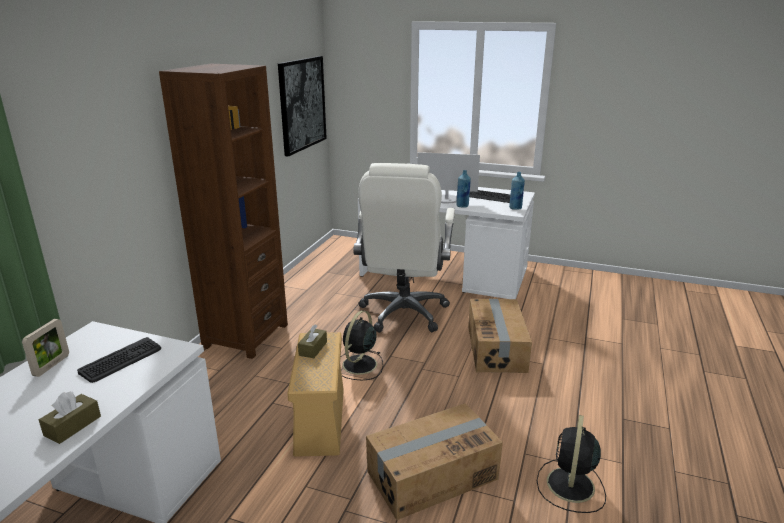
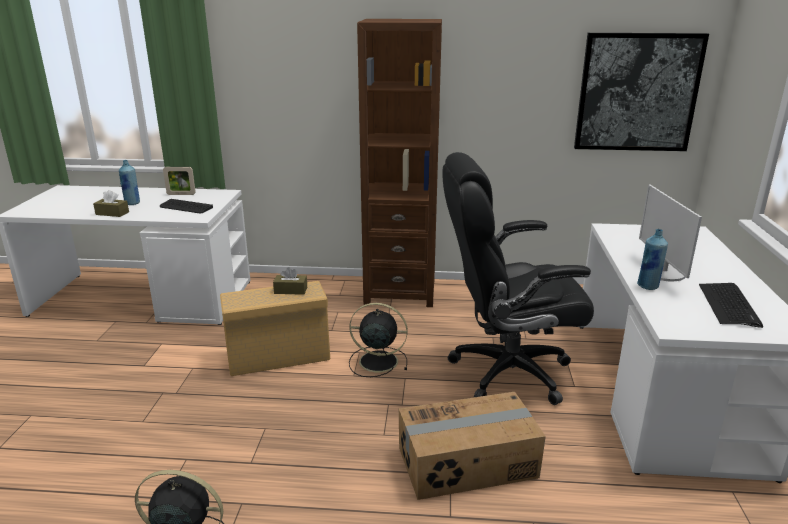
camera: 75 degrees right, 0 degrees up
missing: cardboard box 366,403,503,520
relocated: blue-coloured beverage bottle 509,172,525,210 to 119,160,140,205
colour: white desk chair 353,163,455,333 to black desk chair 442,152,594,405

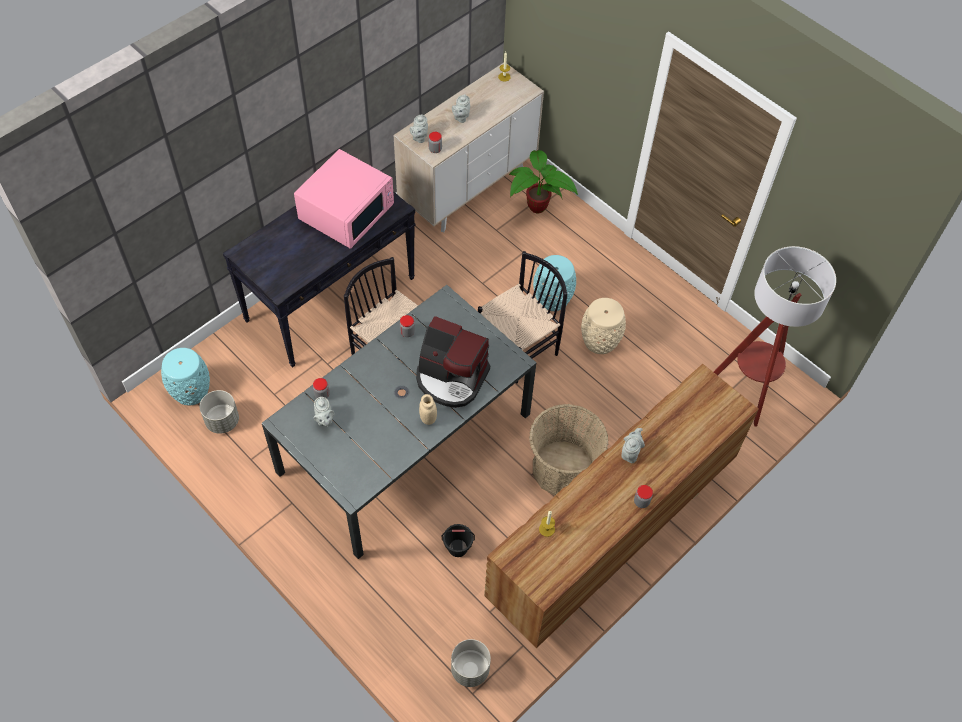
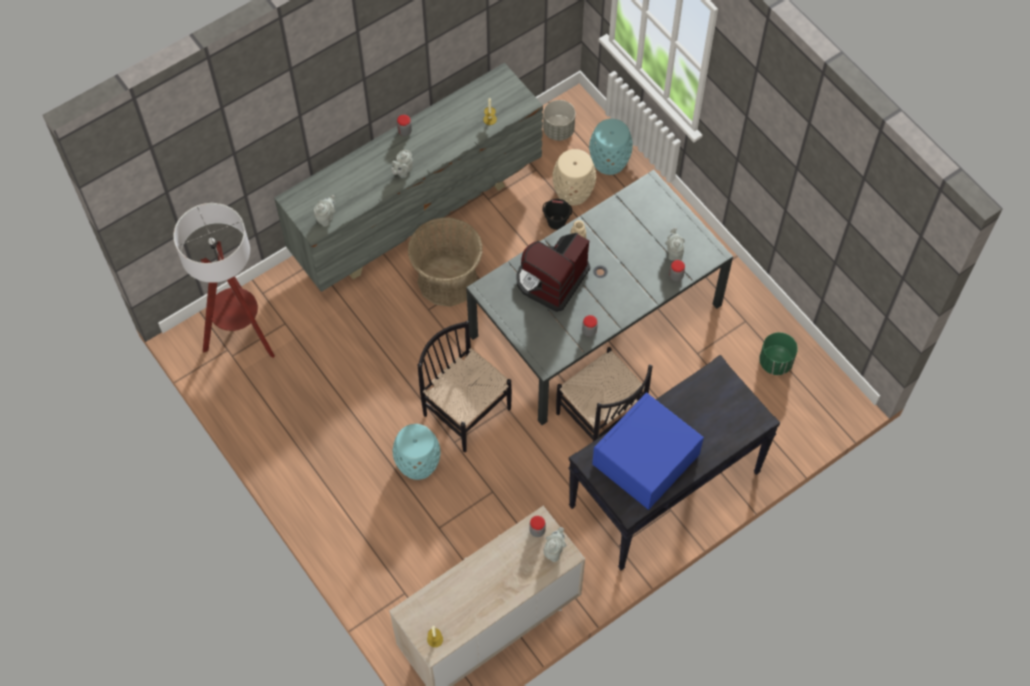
camera: 170 degrees left, 5 degrees up
missing: houseplant 509,150,578,213
relocated: turquoise stool seat 161,348,210,406 to 589,119,633,175; greyish teapot 452,94,470,123 to 314,195,335,227; sand-coloured stool seat 581,298,626,354 to 553,149,596,205
colour: greyish planter 200,390,239,434 to greenish planter 759,332,798,375; pink-coloured microwave oven 294,149,394,249 to blue-coloured microwave oven 592,392,704,510; brownish storage cabinet 484,364,759,648 to greyish storage cabinet 274,63,543,292
spun: coffee maker 416,316,490,408 = 516,233,590,312 90 degrees counterclockwise; black plain chair 478,251,568,383 = 418,321,512,452 75 degrees clockwise

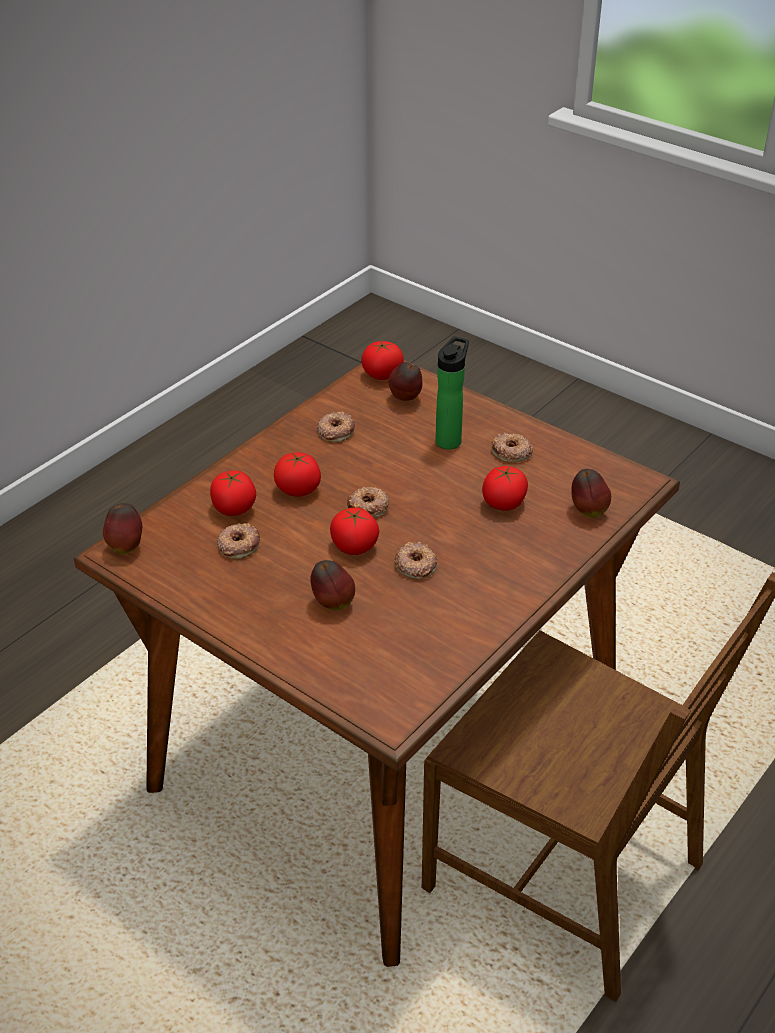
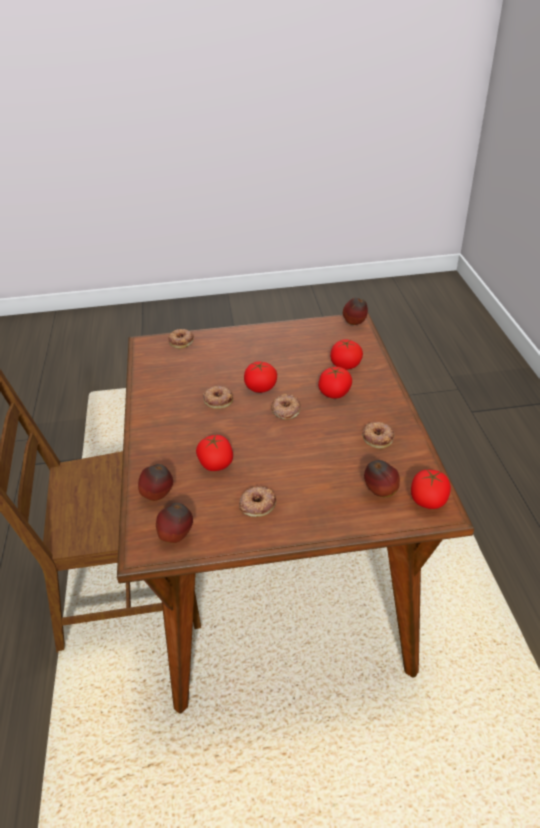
camera: 135 degrees right, 0 degrees up
missing: beverage bottle 435,336,469,449
relocated: donut 217,523,260,559 to 168,329,194,349; whole apple 310,560,355,610 to 156,503,193,543

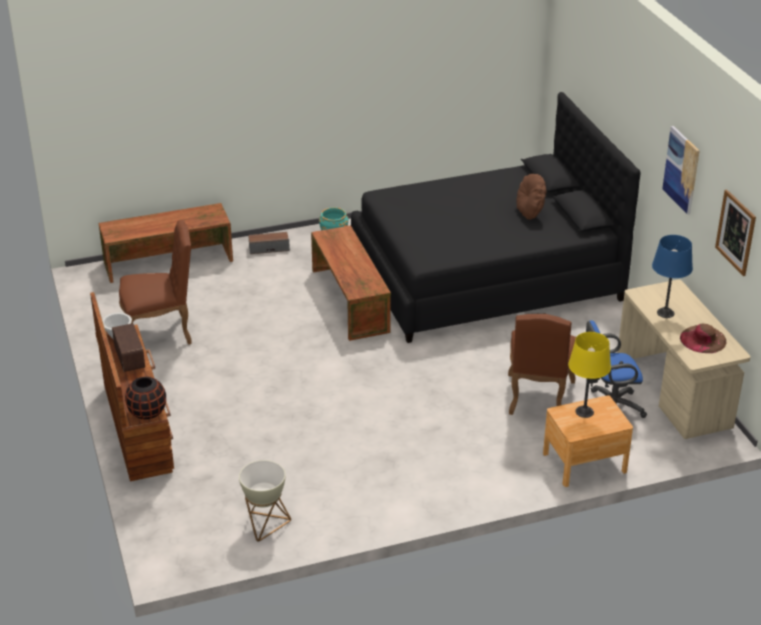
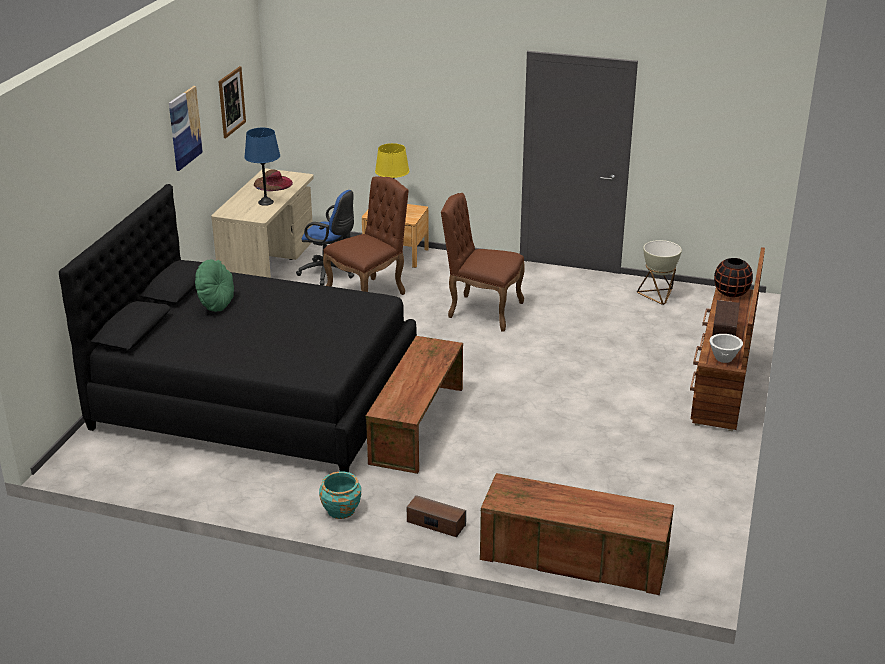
camera: 145 degrees left, 5 degrees down
relocated: brownish plain chair 119,220,192,345 to 441,193,525,332
colour: brownish throw pillow 516,174,546,220 to greenish throw pillow 195,260,234,312

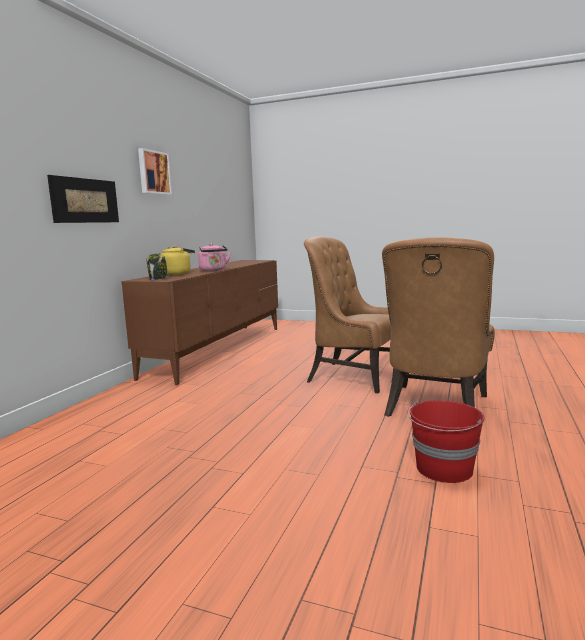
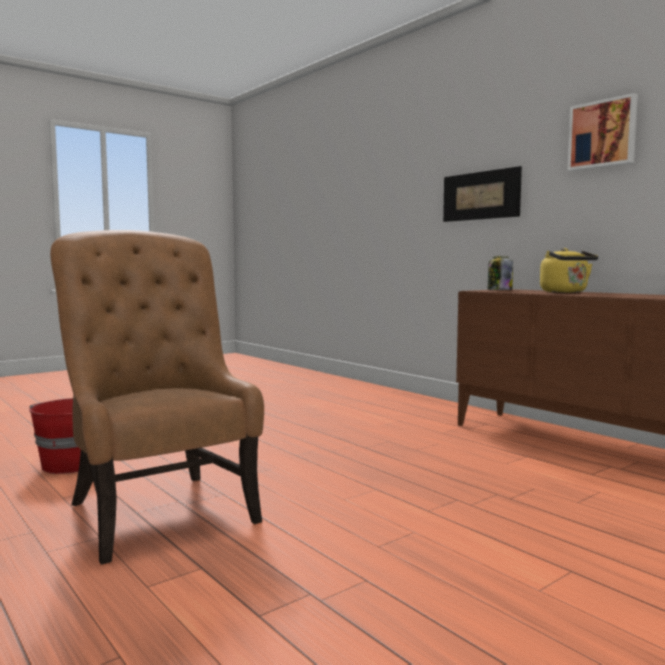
camera: 120 degrees right, 5 degrees down
missing: pink-coloured tea kettle 198,244,231,271; brownish plain chair 304,236,392,393

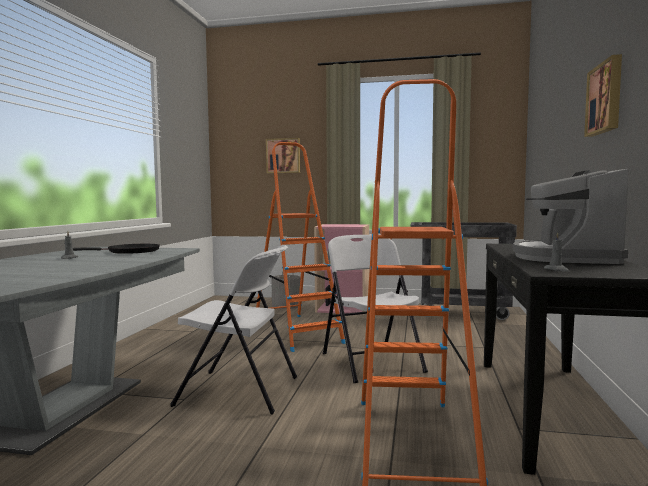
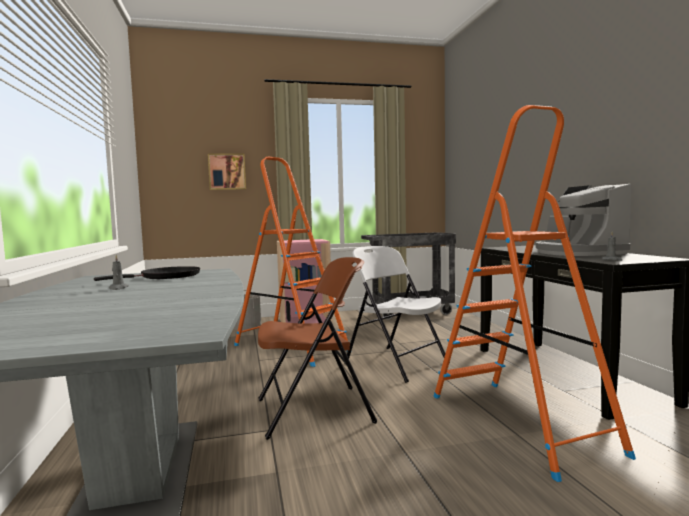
camera: 25 degrees left, 0 degrees up
missing: wall art 584,54,622,137
colour: white plain chair 170,245,297,415 to brownish plain chair 258,257,377,440

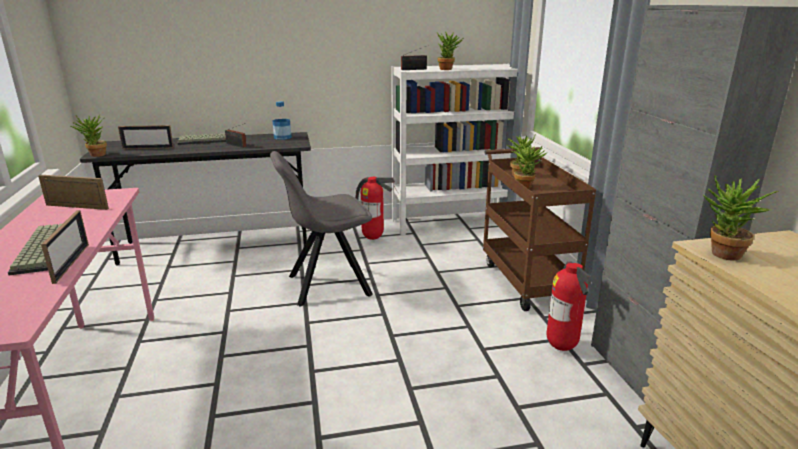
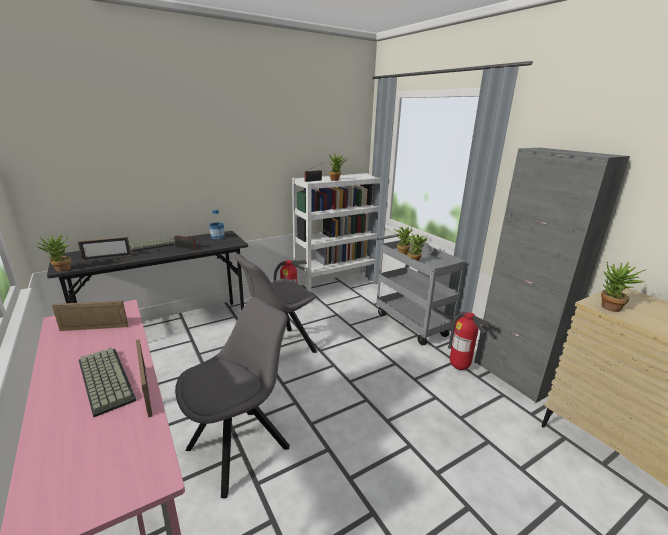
camera: 20 degrees left, 0 degrees up
appeared: greyish plain chair 175,297,290,498
colour: brownish cart 483,147,596,311 to greyish cart 376,234,466,345

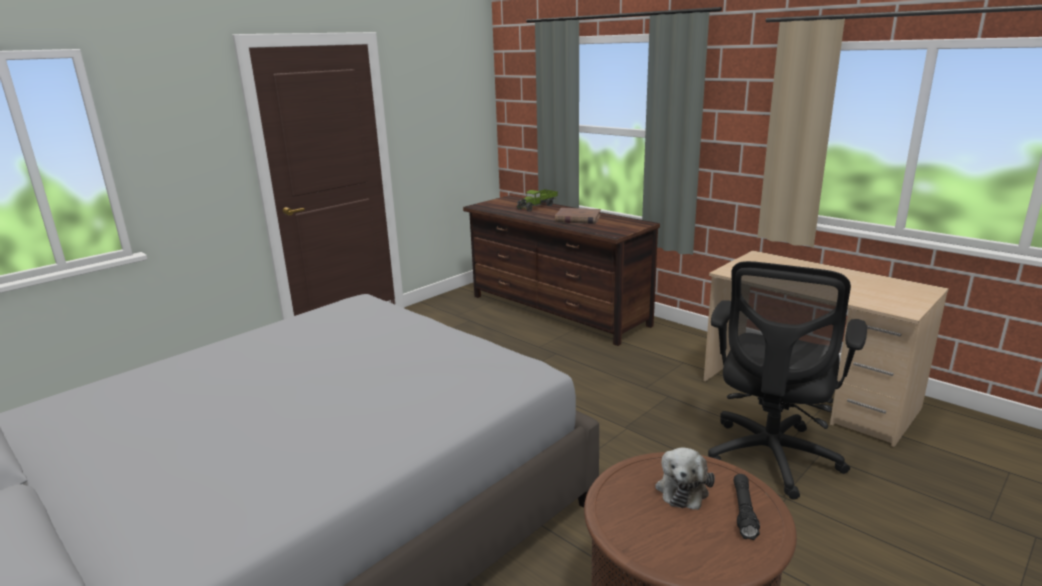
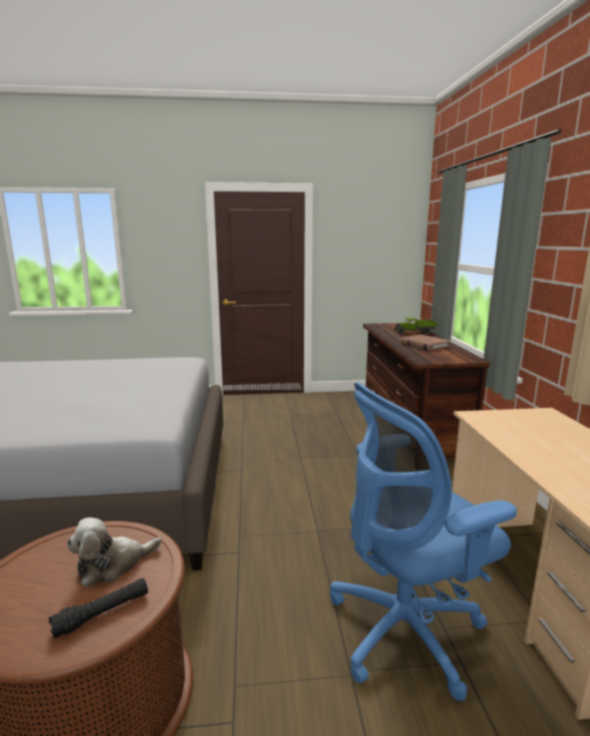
camera: 40 degrees right, 5 degrees down
colour: black desk chair 708,261,867,499 to blue-coloured desk chair 330,382,517,701

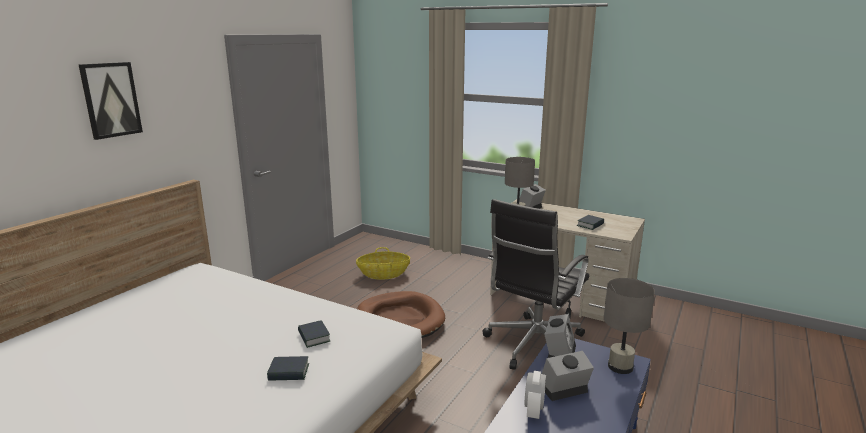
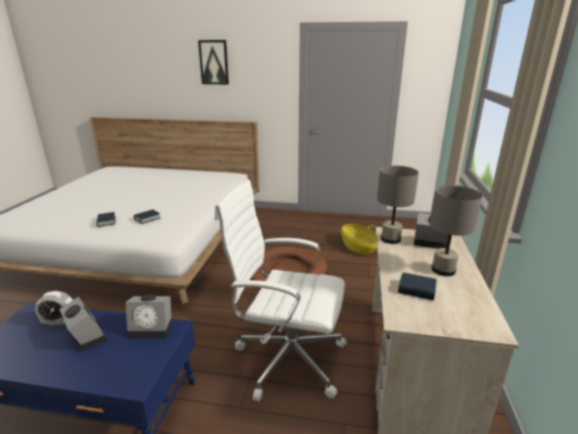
camera: 70 degrees right, 5 degrees up
relocated: greyish table lamp 604,278,655,374 to 430,185,483,276
colour: black desk chair 482,199,589,370 to white desk chair 215,180,347,401

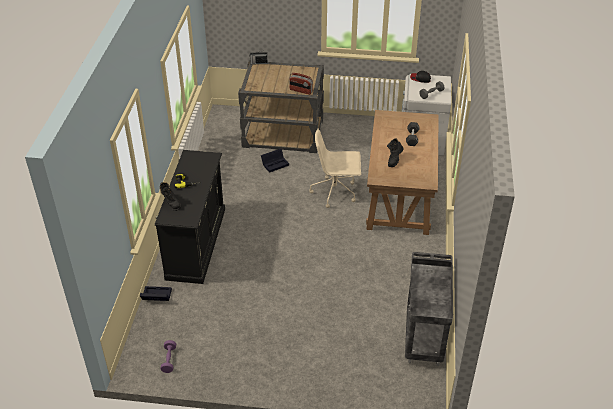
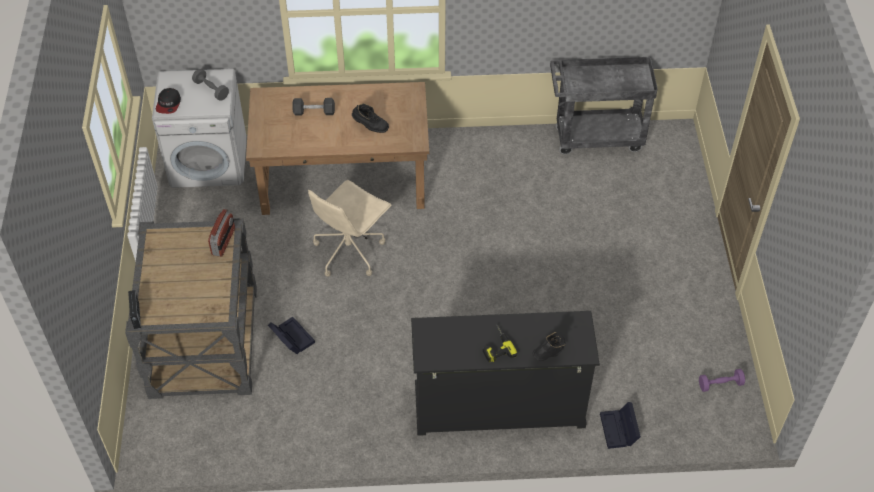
camera: 100 degrees left, 10 degrees up
spun: sand-coloured desk chair 309,129,361,208 = 308,180,391,277 45 degrees clockwise

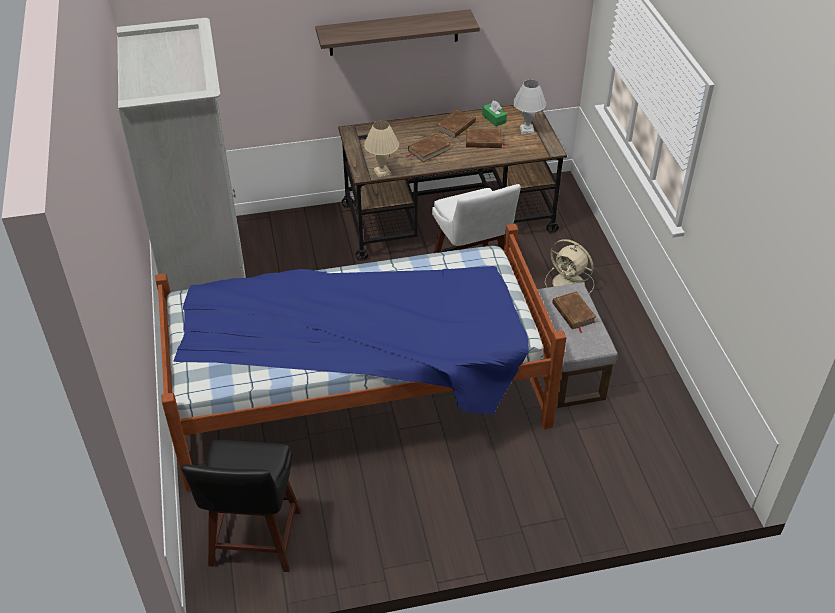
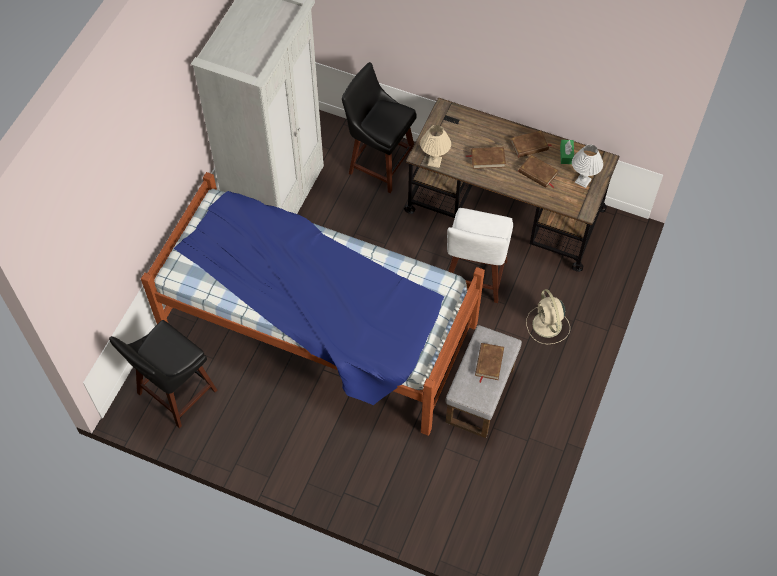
camera: 35 degrees right, 15 degrees up
missing: wall shelf 315,9,480,56
appeared: black plain chair 342,62,417,193

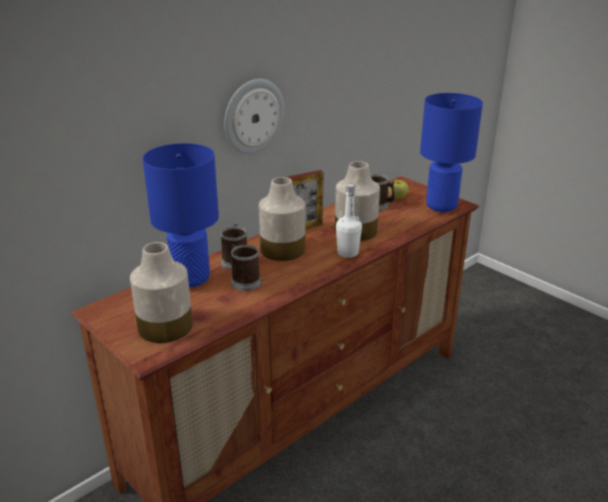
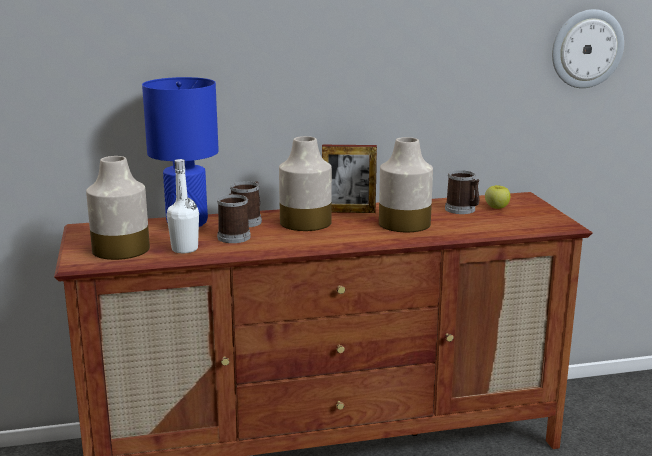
camera: 30 degrees right, 10 degrees down
missing: blue-coloured table lamp 420,93,483,212
relocated: clock on the wall 224,79,284,154 to 552,9,624,88; white beverage bottle 336,184,362,258 to 166,159,199,253

